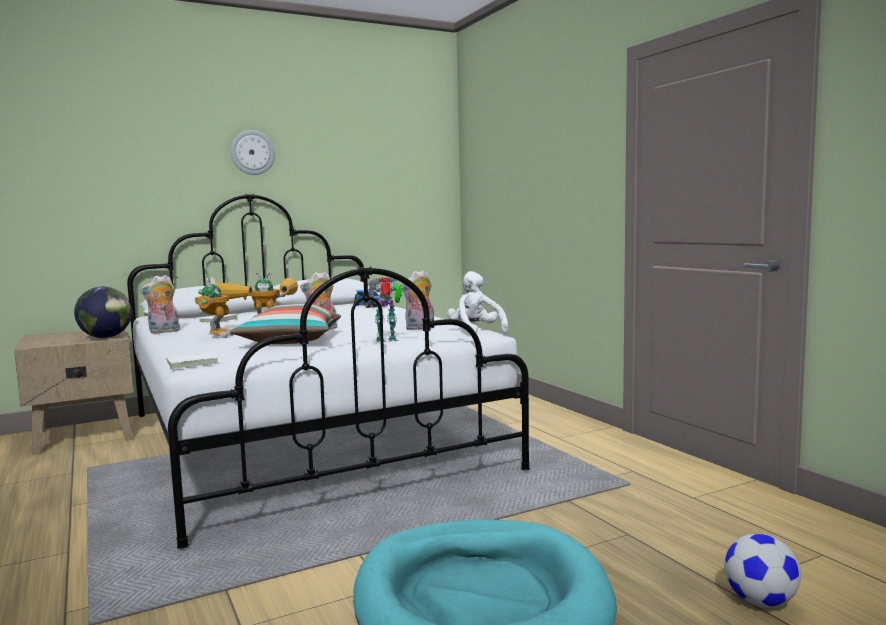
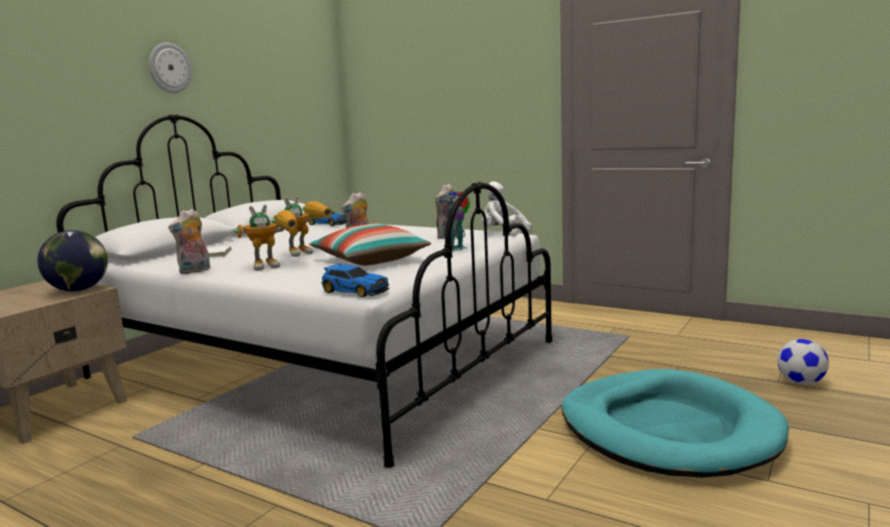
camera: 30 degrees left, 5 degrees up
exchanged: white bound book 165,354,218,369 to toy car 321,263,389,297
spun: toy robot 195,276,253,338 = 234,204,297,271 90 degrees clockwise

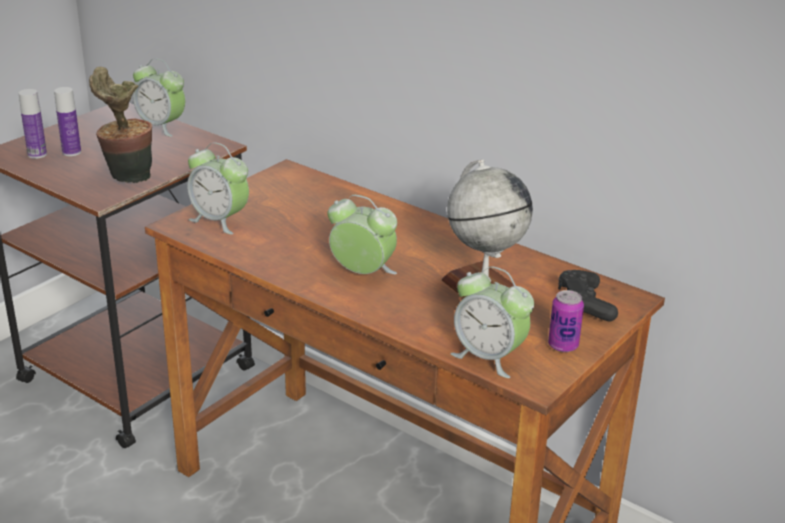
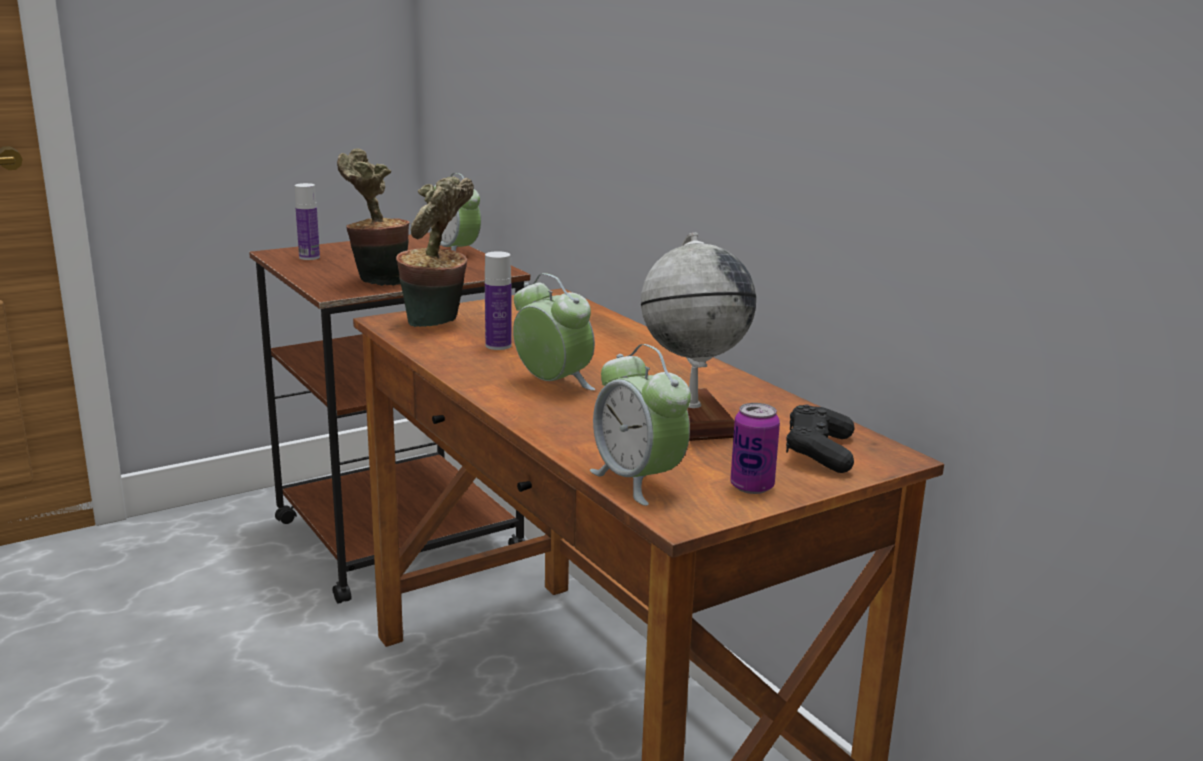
camera: 20 degrees right, 10 degrees down
relocated: beverage bottle 54,87,81,156 to 485,251,512,350
exchanged: bedside clock 187,142,249,235 to houseplant 396,176,474,327

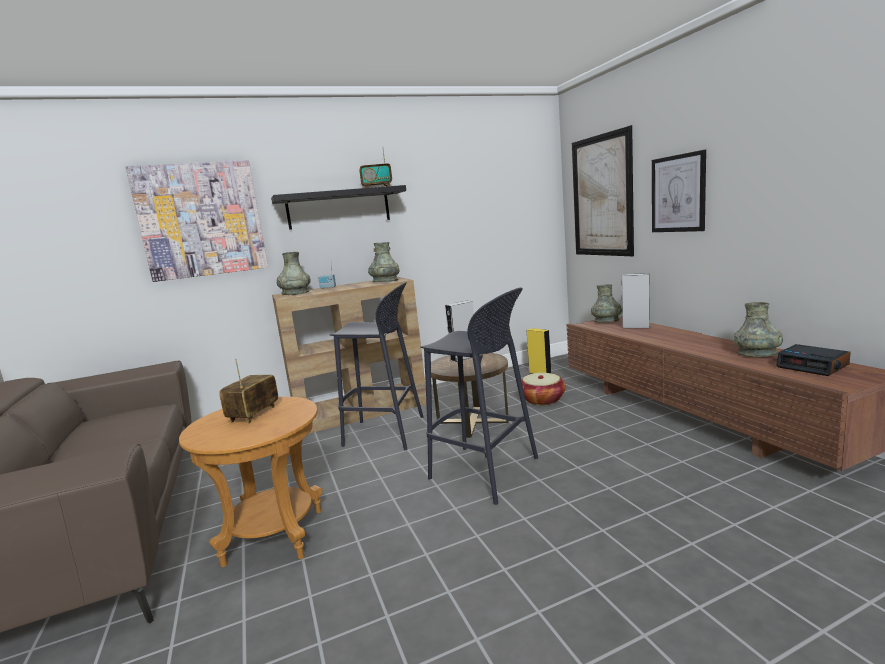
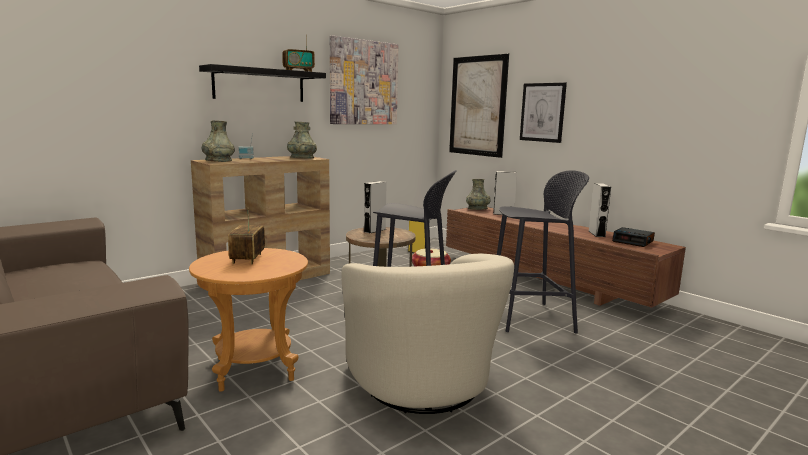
camera: 20 degrees left, 0 degrees up
appeared: sand-coloured easy chair 341,254,514,414
relocated: wall art 125,160,268,282 to 330,36,398,124; greyish stool seat 330,282,424,450 to 497,170,589,334
exchanged: greyish vase 733,302,783,357 to greyish loudspeaker 589,183,611,237

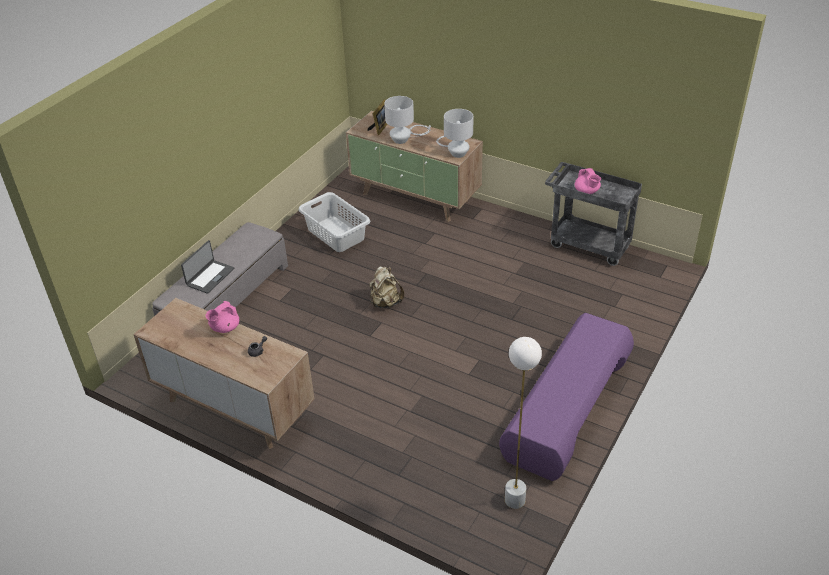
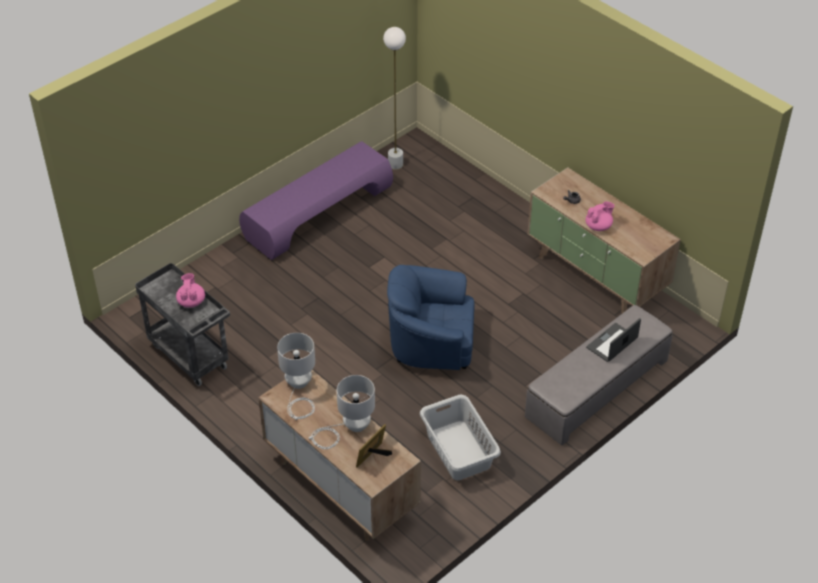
camera: 165 degrees left, 5 degrees up
exchanged: sand-coloured backpack 370,266,404,308 to blue-coloured easy chair 387,265,474,370

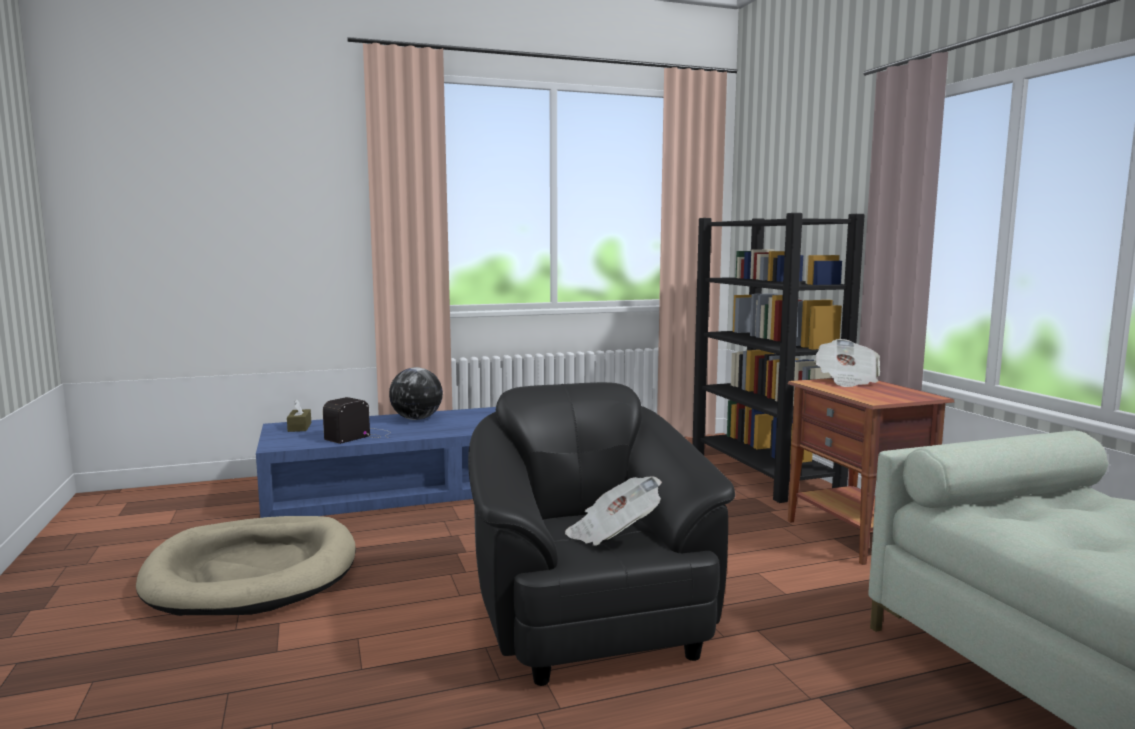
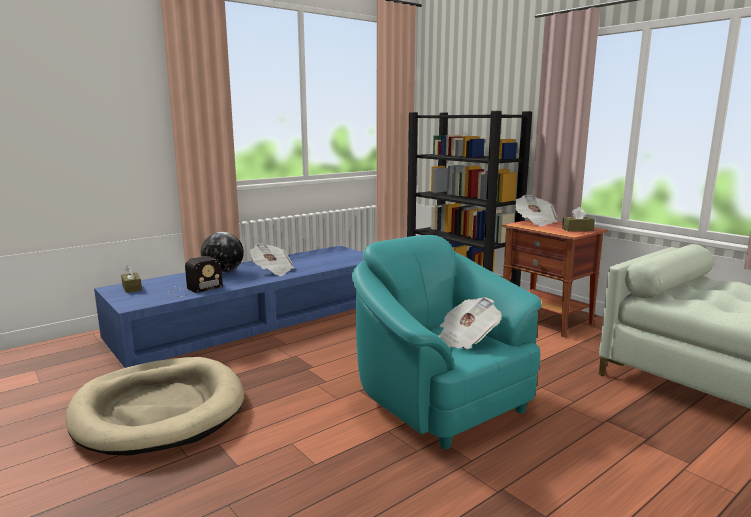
camera: 20 degrees left, 5 degrees up
appeared: printed paper 250,243,294,276; brownish tissue holder 562,207,595,232
colour: black easy chair 468,382,735,686 to turquoise easy chair 352,235,542,449
spun: radio set 323,397,391,444 = 168,256,223,297 150 degrees counterclockwise

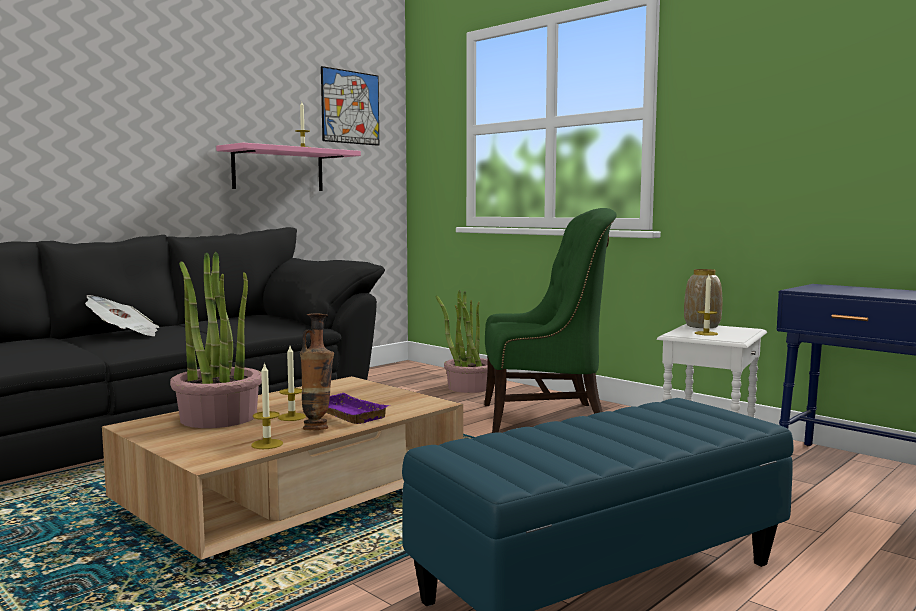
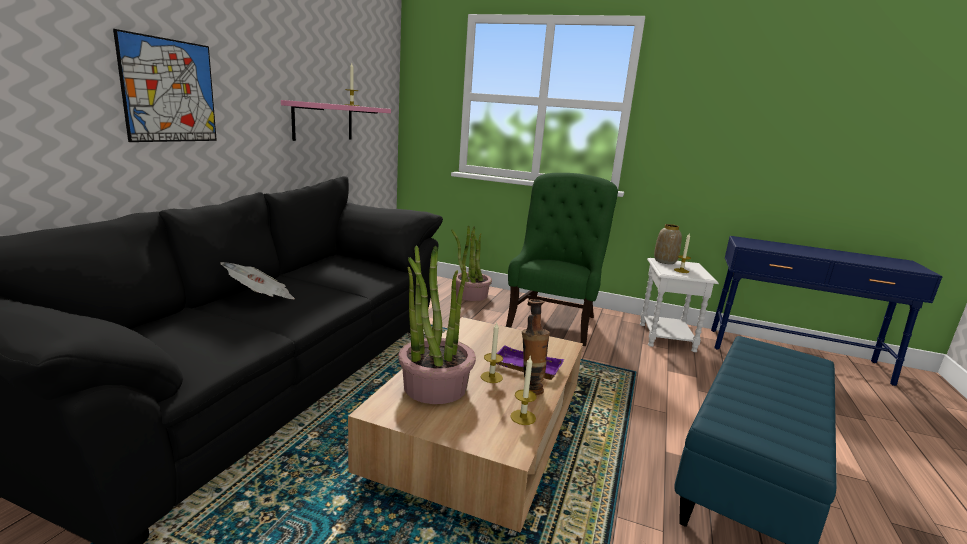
camera: 25 degrees left, 10 degrees up
relocated: wall art 321,66,379,146 to 113,29,217,142
spun: greenish easy chair 484,208,617,433 = 506,173,618,346 45 degrees counterclockwise

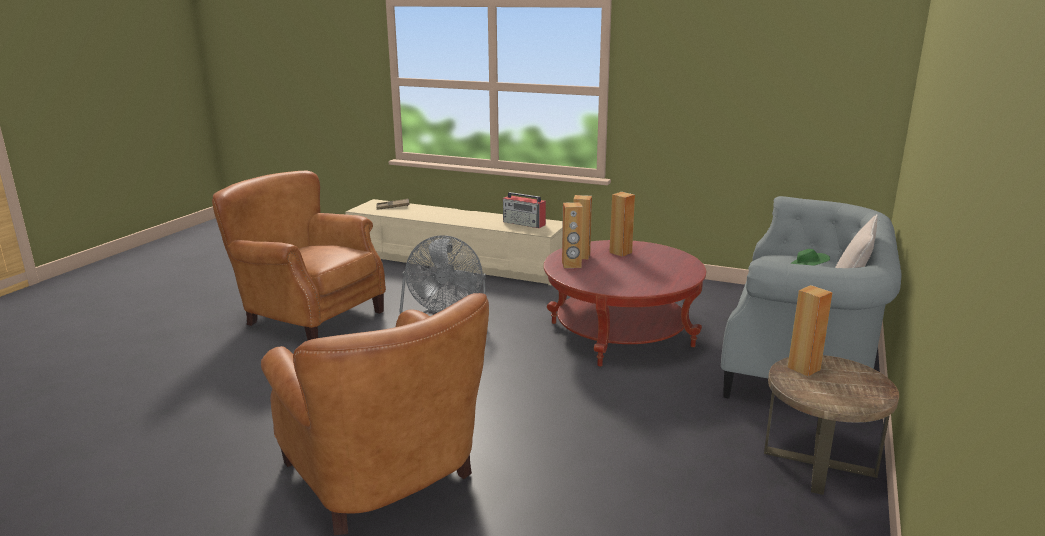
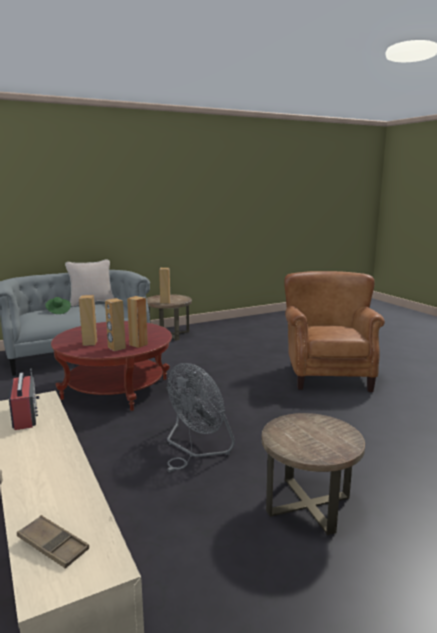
camera: 140 degrees left, 5 degrees down
exchanged: brownish easy chair 212,171,386,340 to brownish side table 262,413,365,535

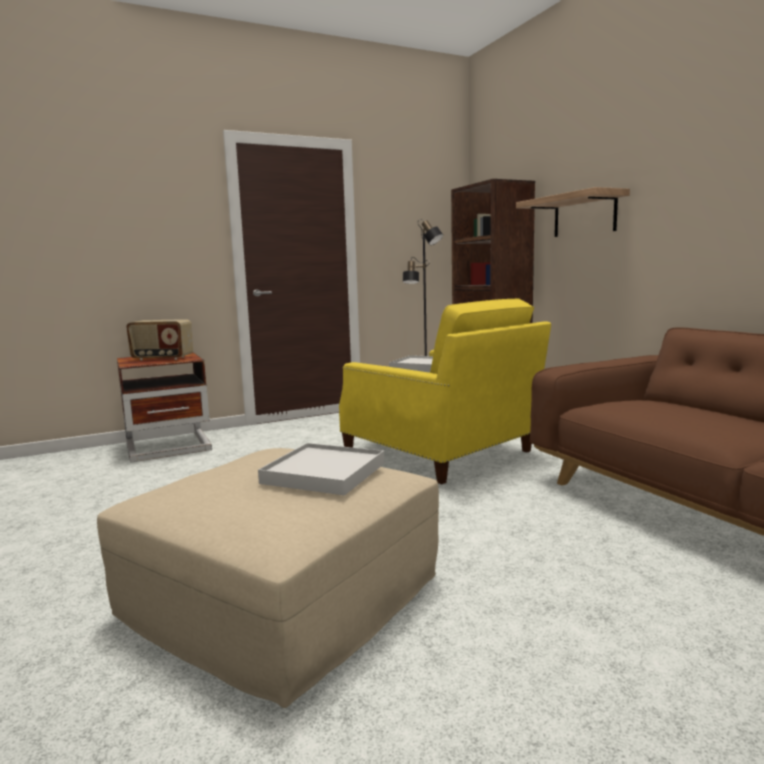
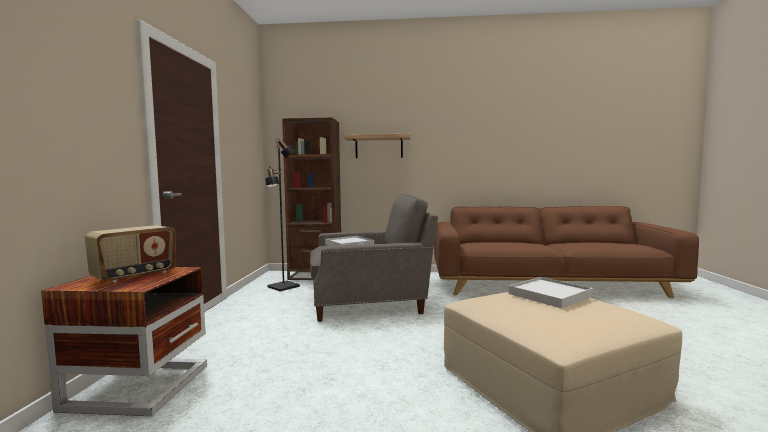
camera: 60 degrees left, 5 degrees down
colour: yellowish easy chair 339,299,551,484 to greyish easy chair 310,194,438,322

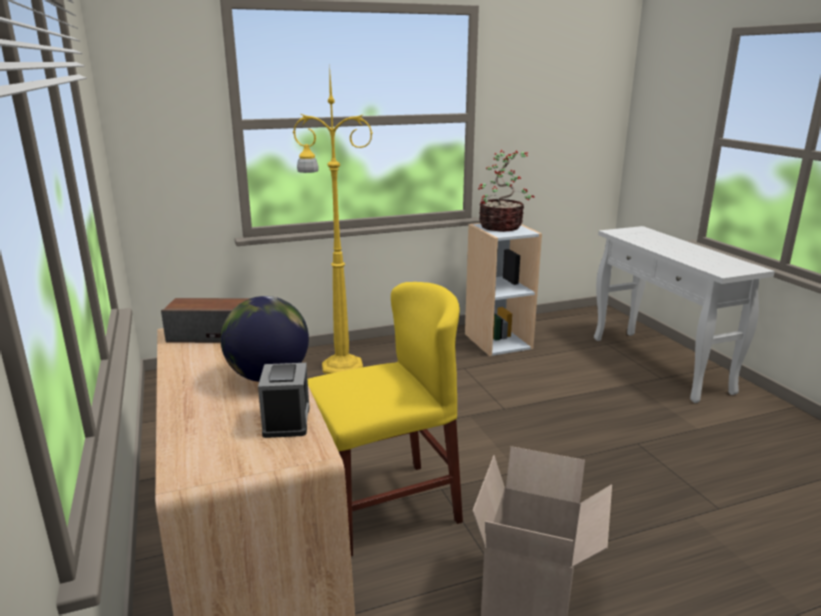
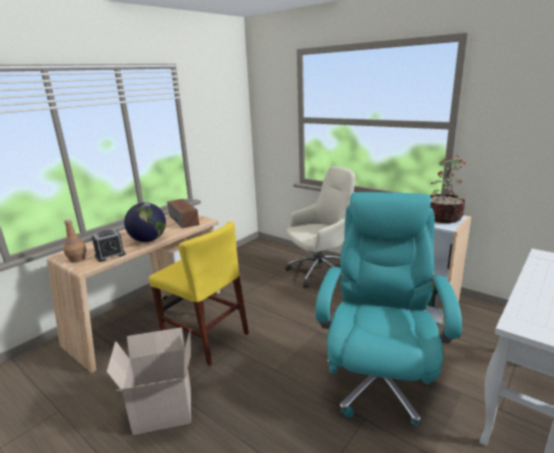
camera: 60 degrees right, 0 degrees up
appeared: brownish beverage bottle 63,219,87,263; turquoise desk chair 315,192,462,426
exchanged: yellowish standing lamp 293,75,373,374 to sand-coloured desk chair 285,166,355,288

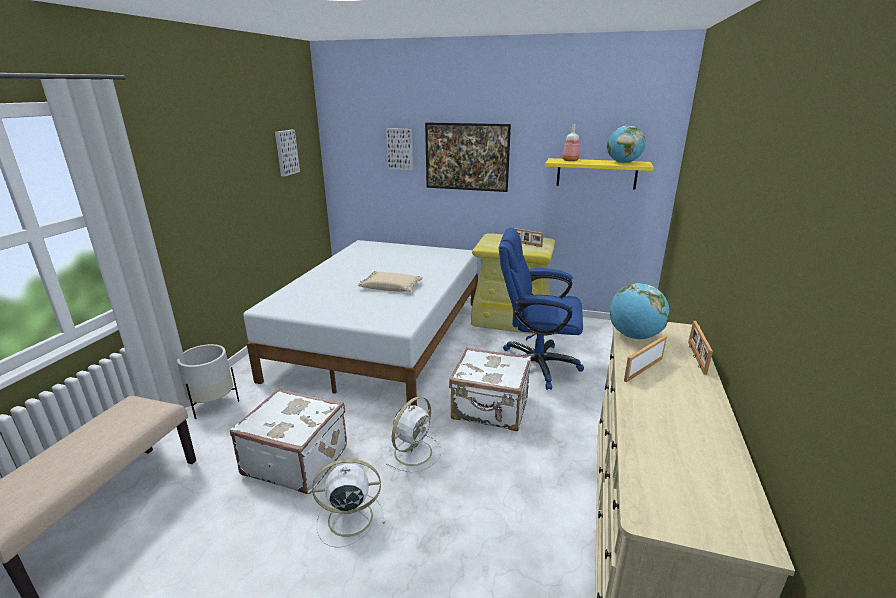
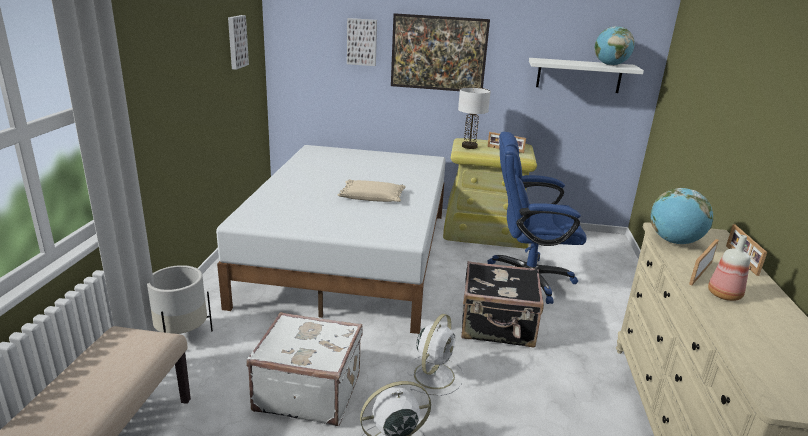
camera: 10 degrees left, 0 degrees up
appeared: table lamp 458,87,491,149
relocated: beverage bottle 562,125,579,161 to 708,235,751,301
colour: white travel case 449,347,531,431 to black travel case 461,261,544,347; yellowish wall shelf 545,158,654,190 to white wall shelf 529,58,644,93

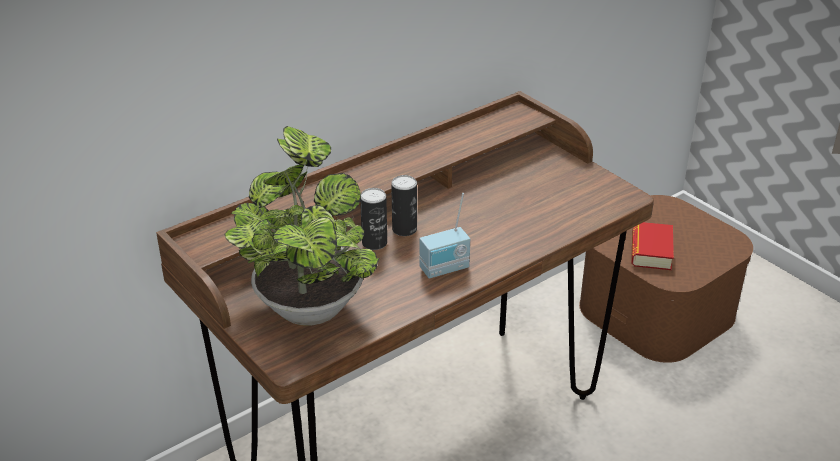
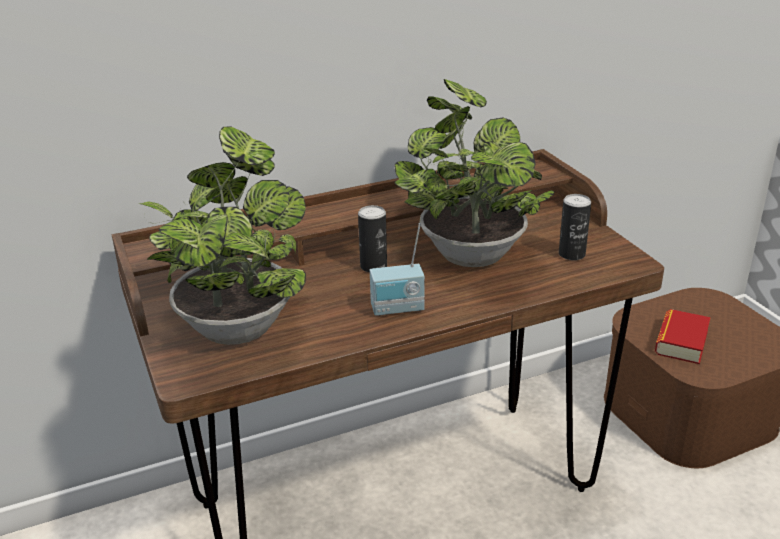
camera: 15 degrees right, 5 degrees down
appeared: houseplant 394,79,555,267
relocated: sealed can 360,188,387,250 to 559,194,591,260

